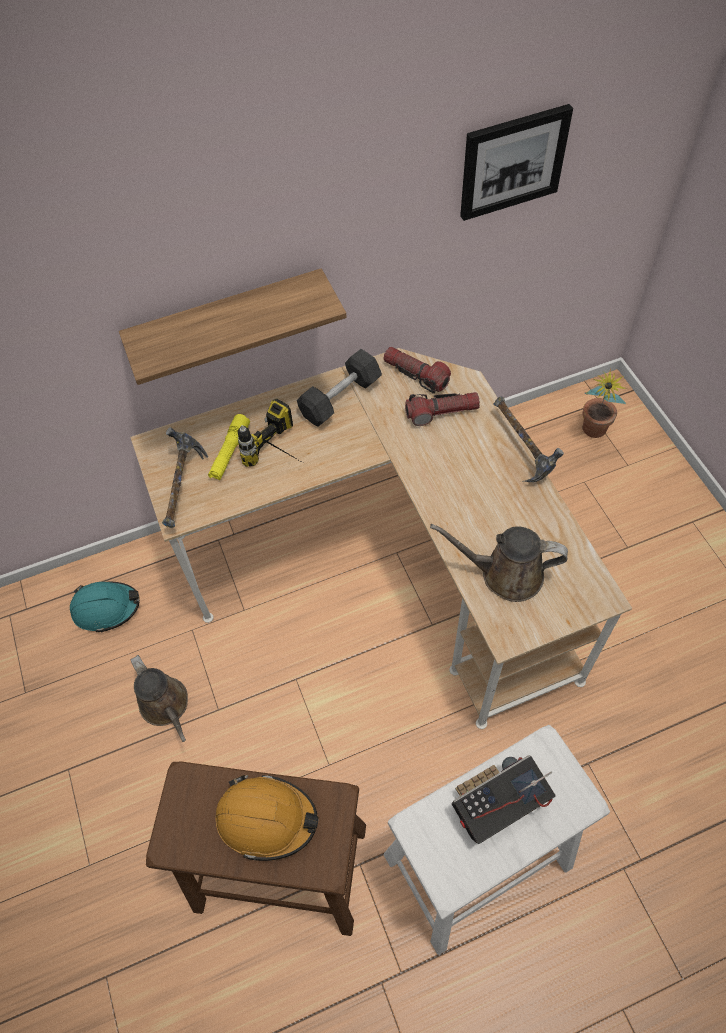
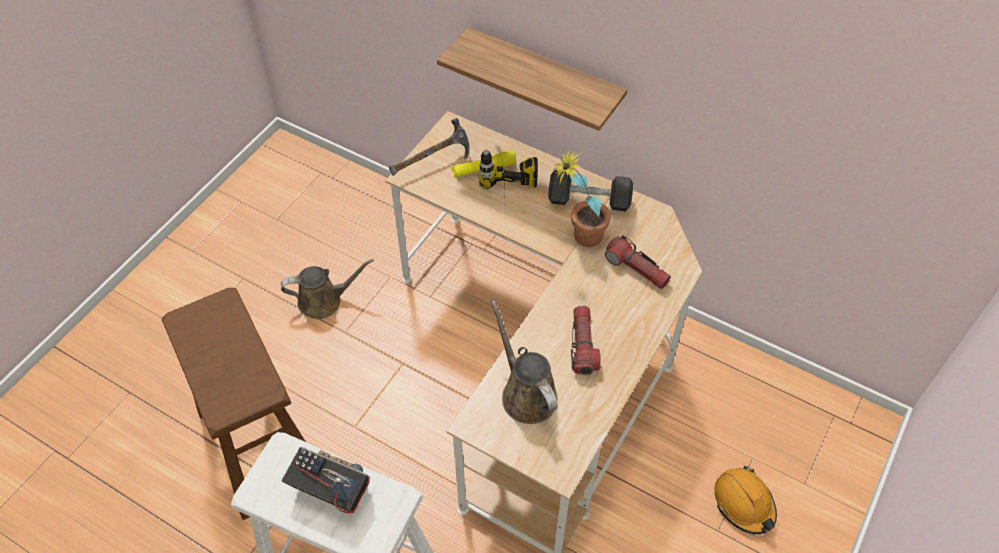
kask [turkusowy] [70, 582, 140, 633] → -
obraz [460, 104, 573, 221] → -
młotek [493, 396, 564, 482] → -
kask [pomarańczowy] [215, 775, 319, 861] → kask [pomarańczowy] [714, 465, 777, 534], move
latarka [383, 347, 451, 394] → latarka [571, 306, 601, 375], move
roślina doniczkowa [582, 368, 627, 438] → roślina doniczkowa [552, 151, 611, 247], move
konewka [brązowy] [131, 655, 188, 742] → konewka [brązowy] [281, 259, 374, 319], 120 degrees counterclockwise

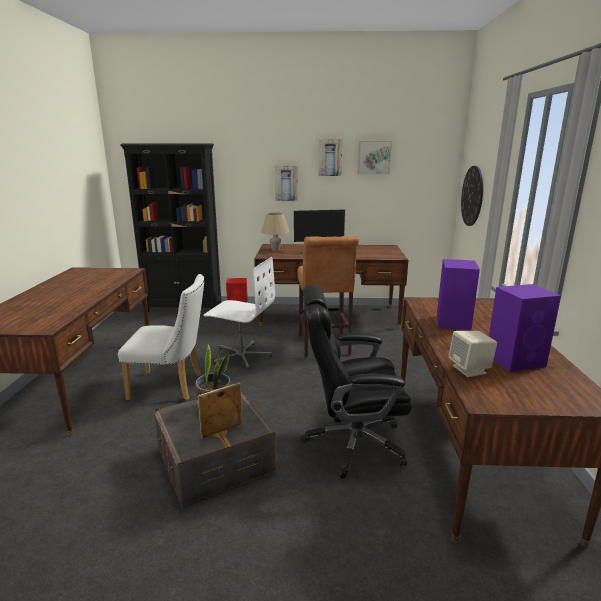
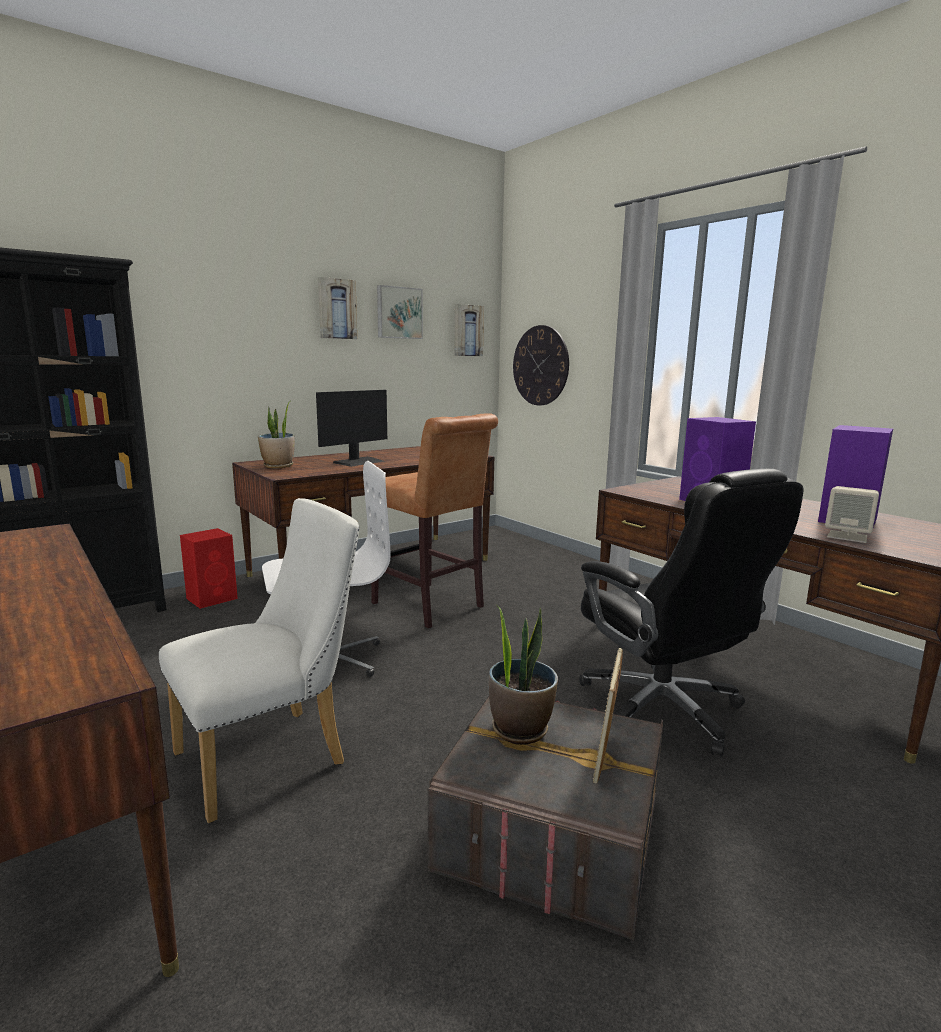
obraz [275, 166, 298, 201] → obraz [455, 304, 484, 356], move
lampa stołowa [beżowy] [261, 212, 290, 251] → roślina doniczkowa [258, 402, 295, 468]
krzesło biurowe [czarny] [301, 285, 412, 479] → krzesło biurowe [czarny] [579, 469, 803, 757], 75 degrees counterclockwise

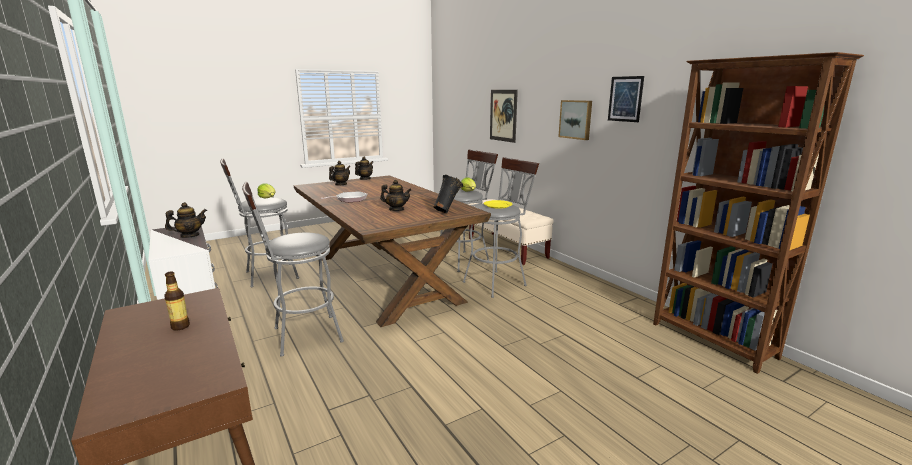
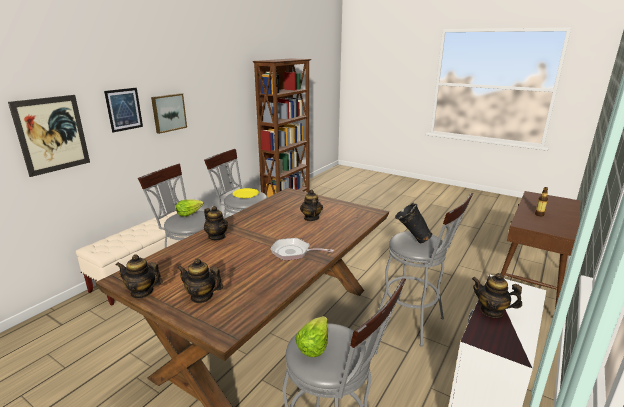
- → imbryk [204, 206, 228, 240]
wazon [czarny] [433, 175, 464, 213] → wazon [czarny] [395, 203, 432, 244], move
obraz [608, 76, 644, 122] → obraz [104, 88, 143, 133], move

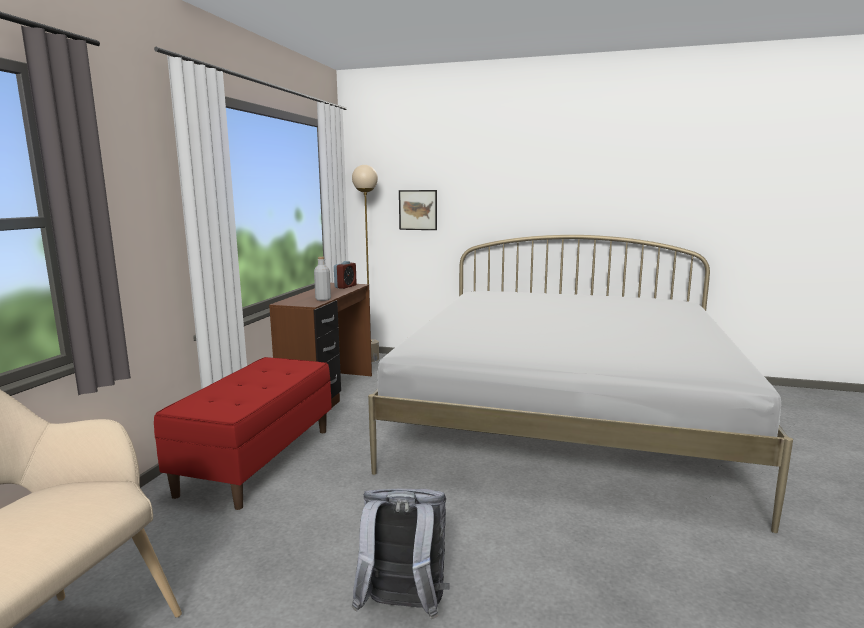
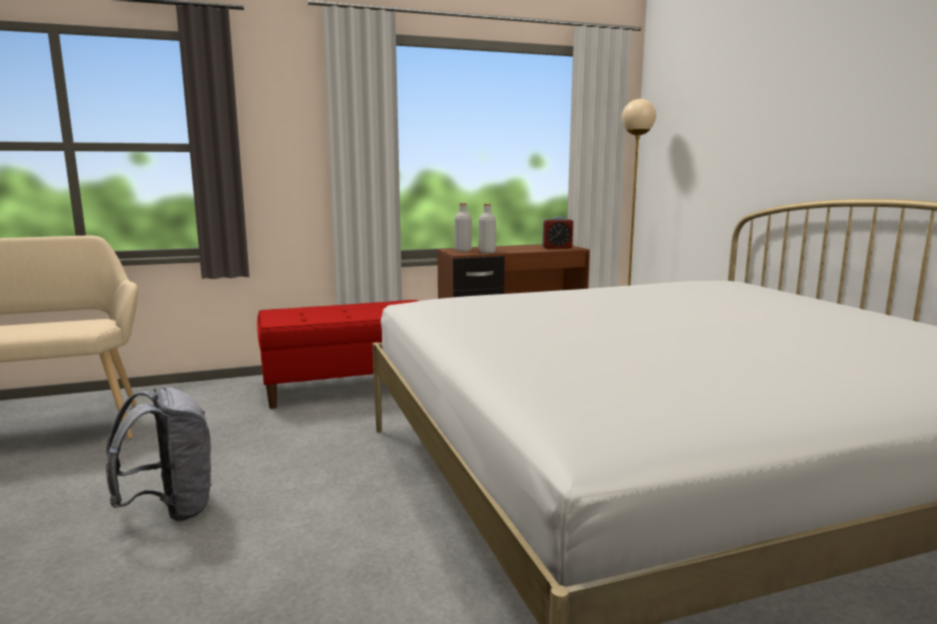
obraz [399, 190, 437, 230] → -
- → butelka [szary] [454, 203, 472, 252]

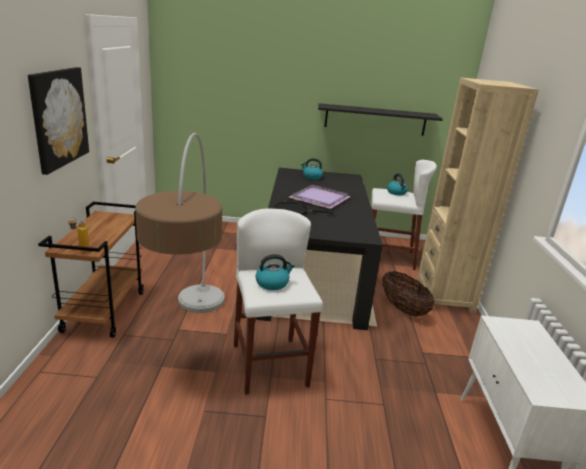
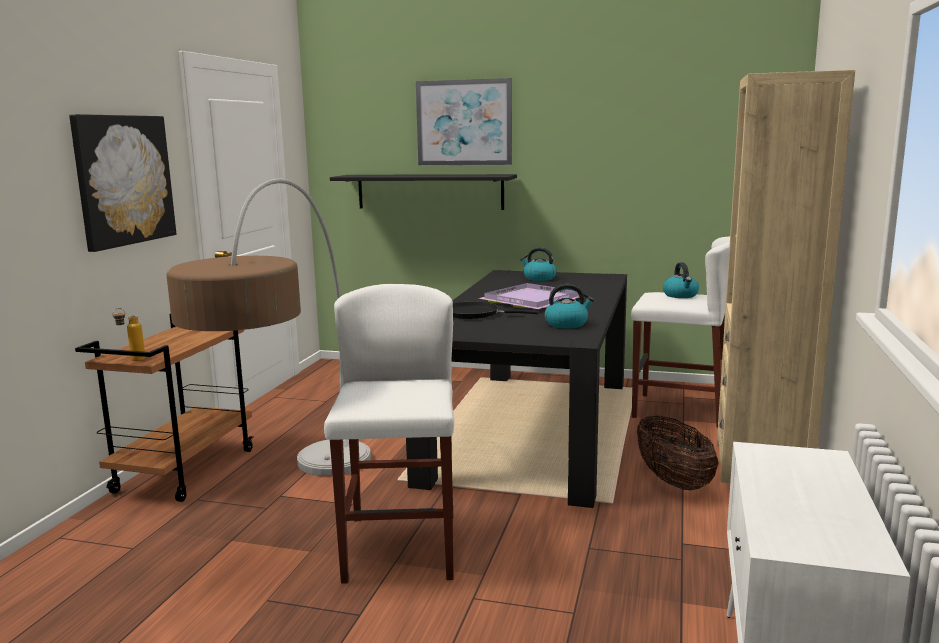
- → obraz [416, 78, 512, 165]
czajnik [256, 254, 295, 290] → czajnik [545, 284, 594, 328], move
półka [czarny] [318, 103, 443, 136] → półka [czarny] [330, 174, 517, 210], move

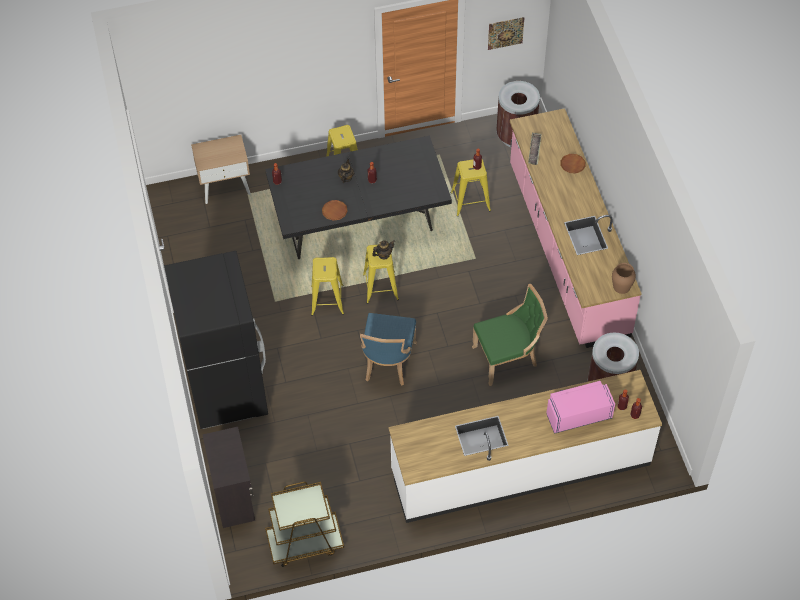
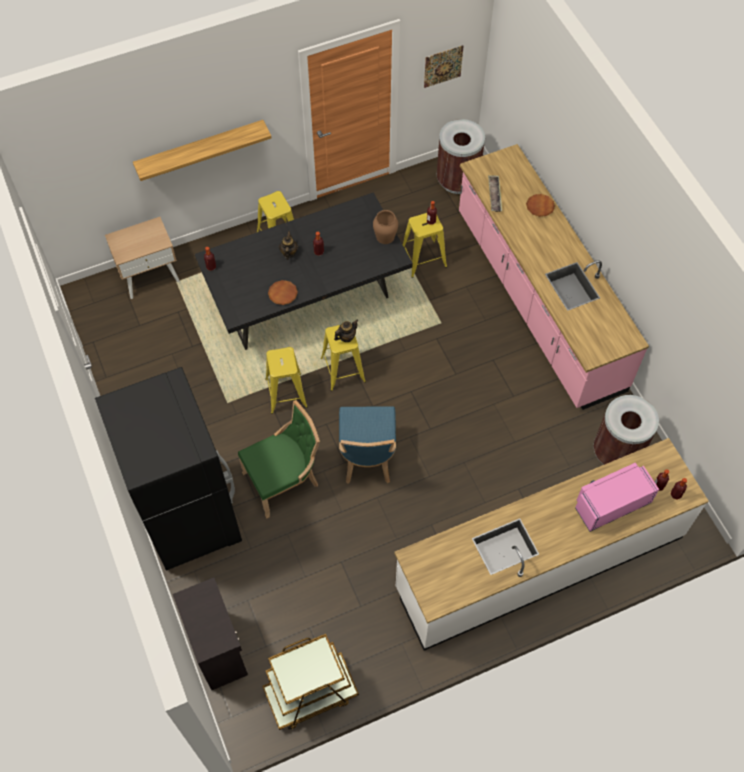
- → półka [133, 120, 271, 181]
krzesło [zielony] [472, 284, 548, 386] → krzesło [zielony] [238, 400, 320, 518], move
wazon [brązowy] [612, 263, 636, 294] → wazon [brązowy] [373, 210, 398, 244], move

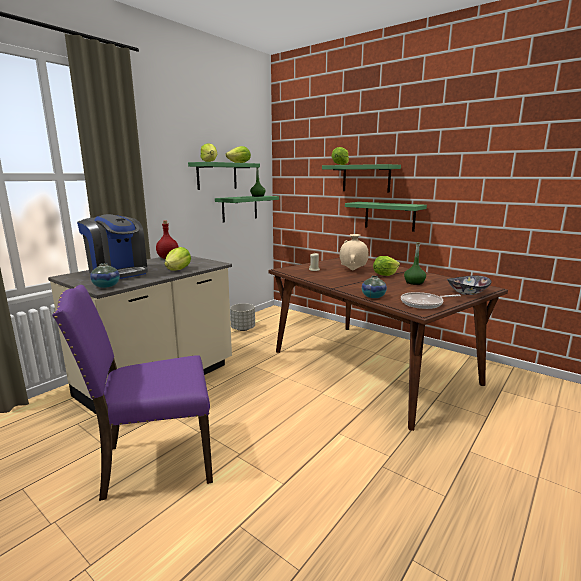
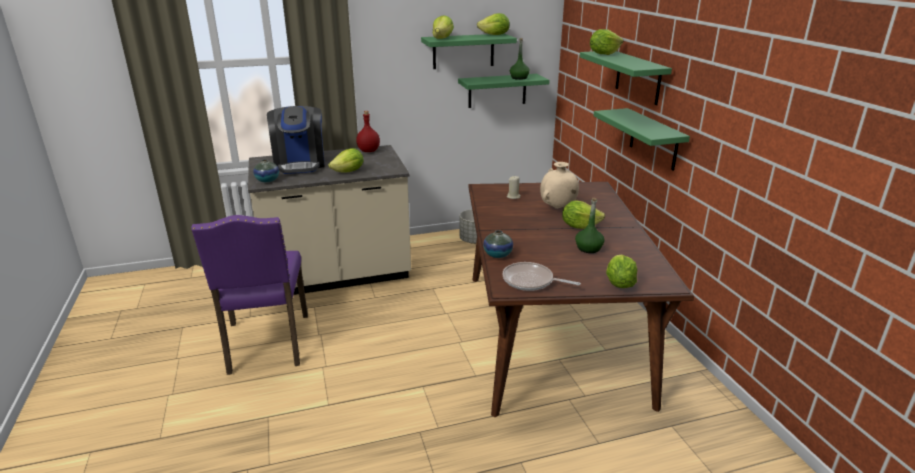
miska [447, 276, 492, 295] → sałata [606, 255, 637, 288]
krzesło [fioletowy] [52, 285, 213, 501] → krzesło [fioletowy] [191, 215, 308, 375], 120 degrees counterclockwise

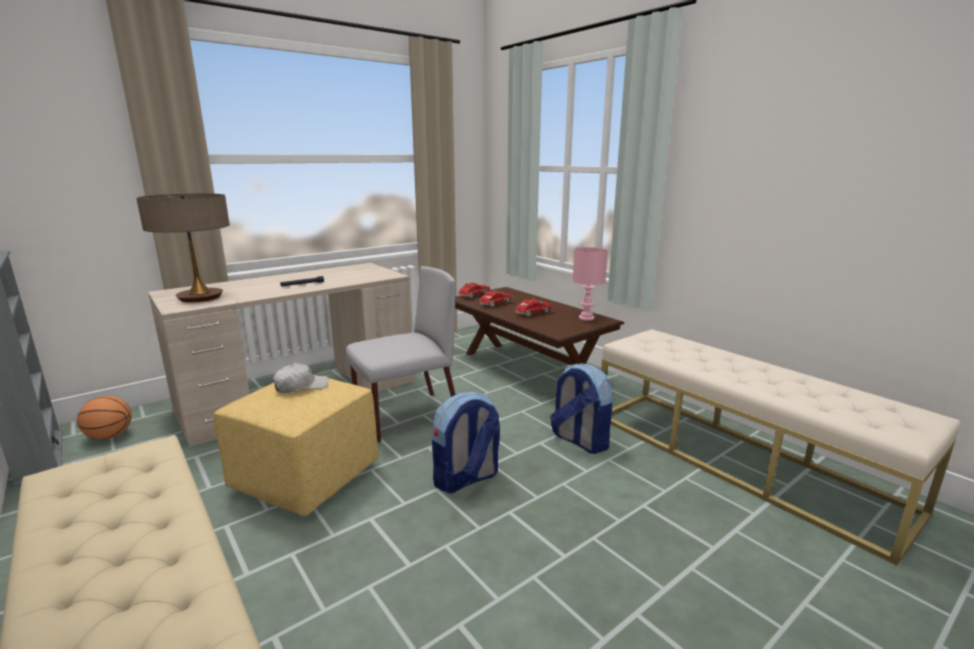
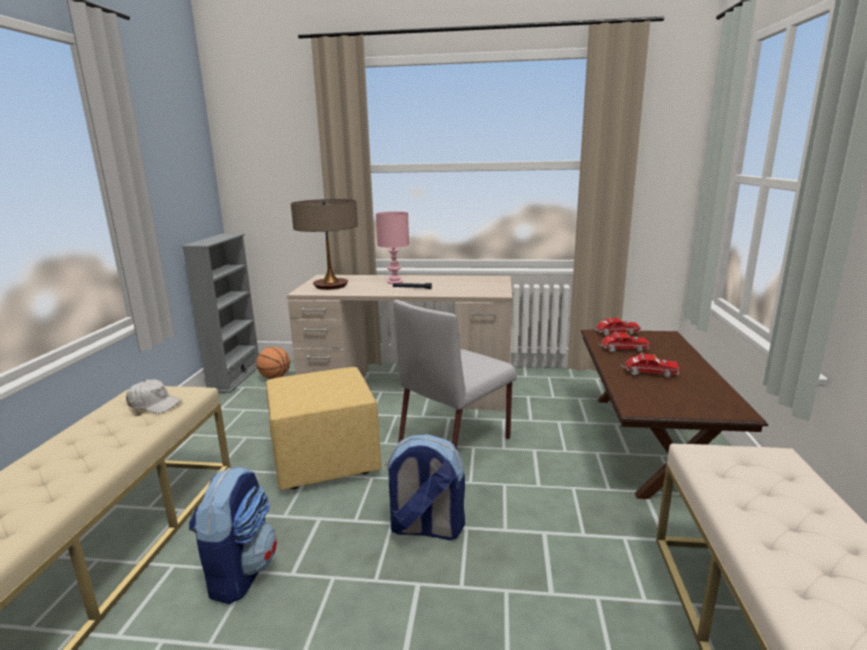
czapka z daszkiem [biały] [273, 363, 328, 393] → czapka z daszkiem [biały] [126, 380, 182, 413], move
plecak [550, 363, 612, 454] → plecak [189, 467, 277, 604], move
lampa stołowa [różowy] [573, 247, 608, 321] → lampa stołowa [różowy] [376, 211, 409, 284], move
krzesło [szary] [345, 266, 456, 443] → krzesło [szary] [393, 300, 517, 449], 120 degrees clockwise

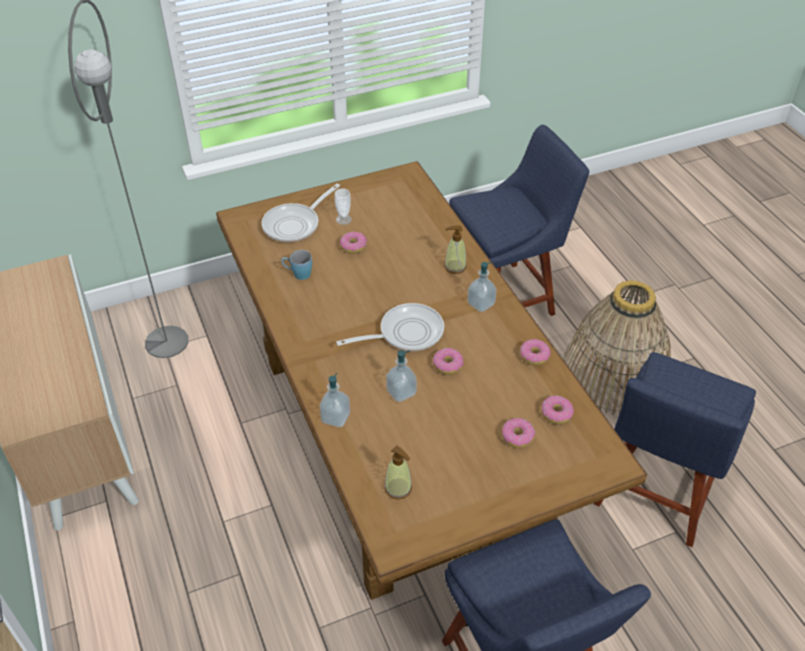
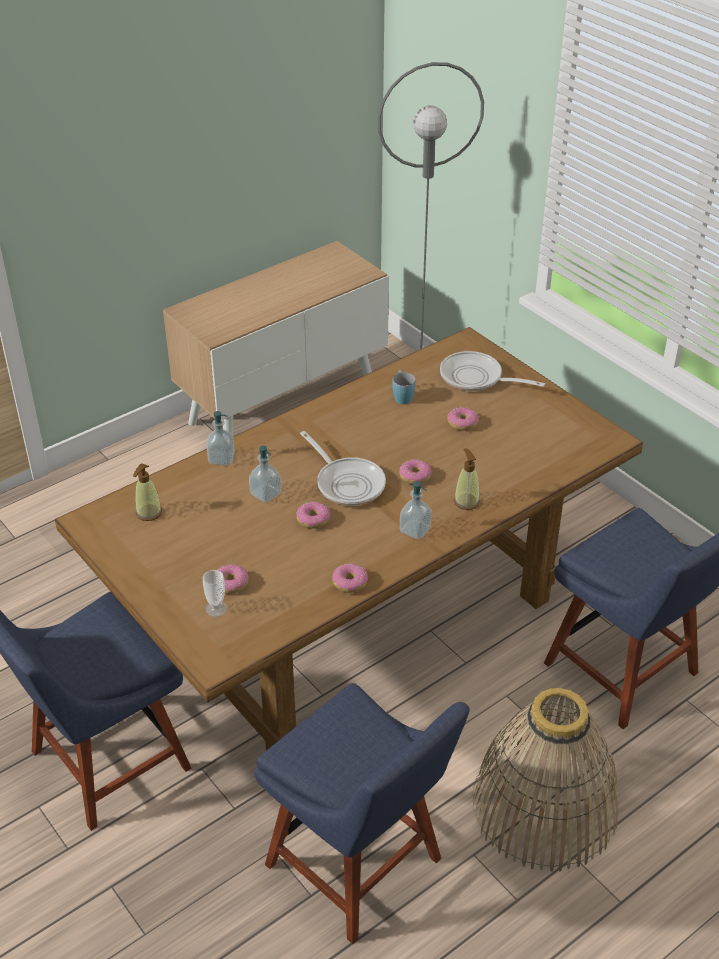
filiżanka [335, 189, 352, 225] → filiżanka [203, 570, 228, 617], move
donut [541, 395, 574, 424] → donut [399, 459, 432, 484], move
krzesło [niebieski] [594, 352, 756, 547] → krzesło [niebieski] [254, 683, 470, 944], 150 degrees counterclockwise

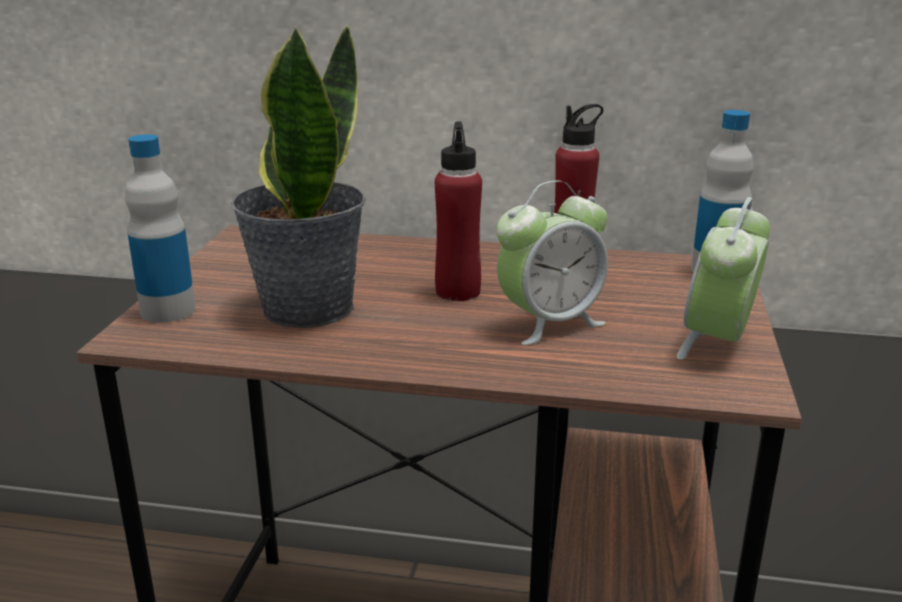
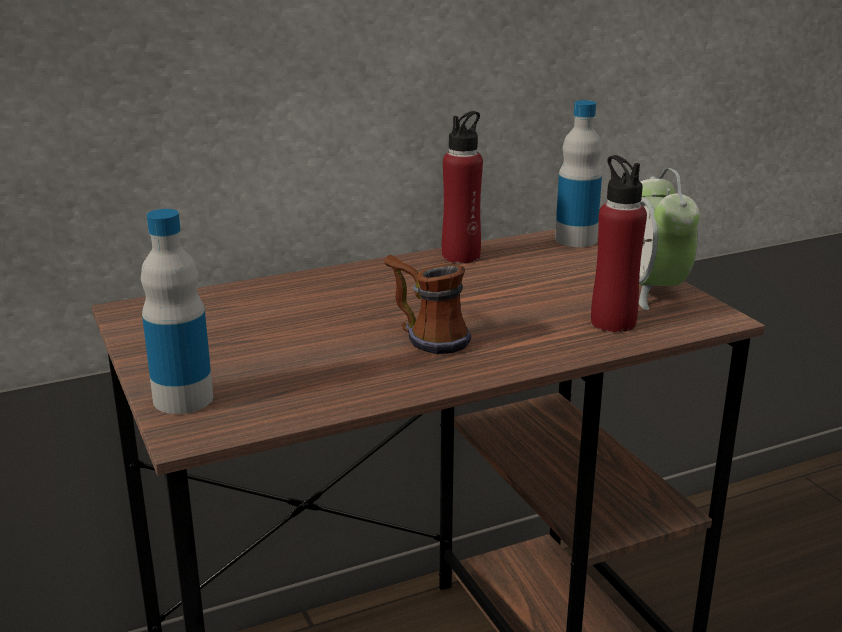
roślina doniczkowa [231, 24, 366, 328] → -
budzik [496, 181, 608, 345] → -
- → kubek [384, 255, 471, 354]
butelka [czerwony] [435, 121, 482, 301] → butelka [czerwony] [591, 155, 647, 332], move

